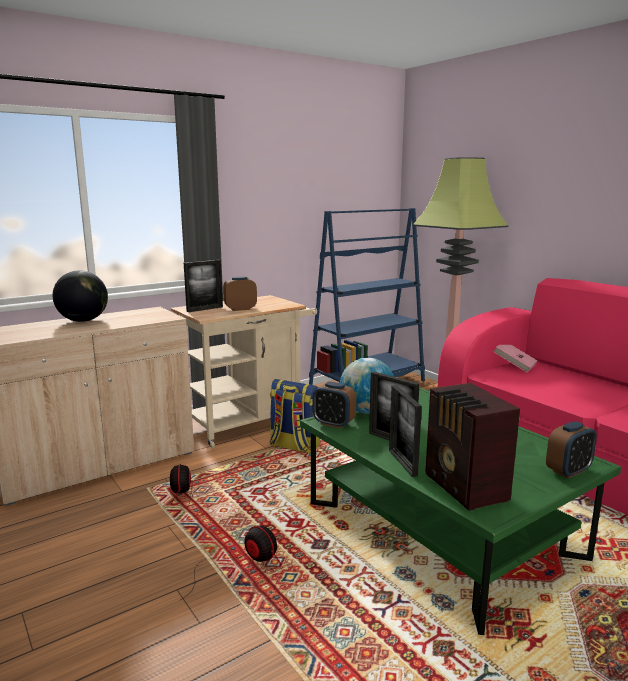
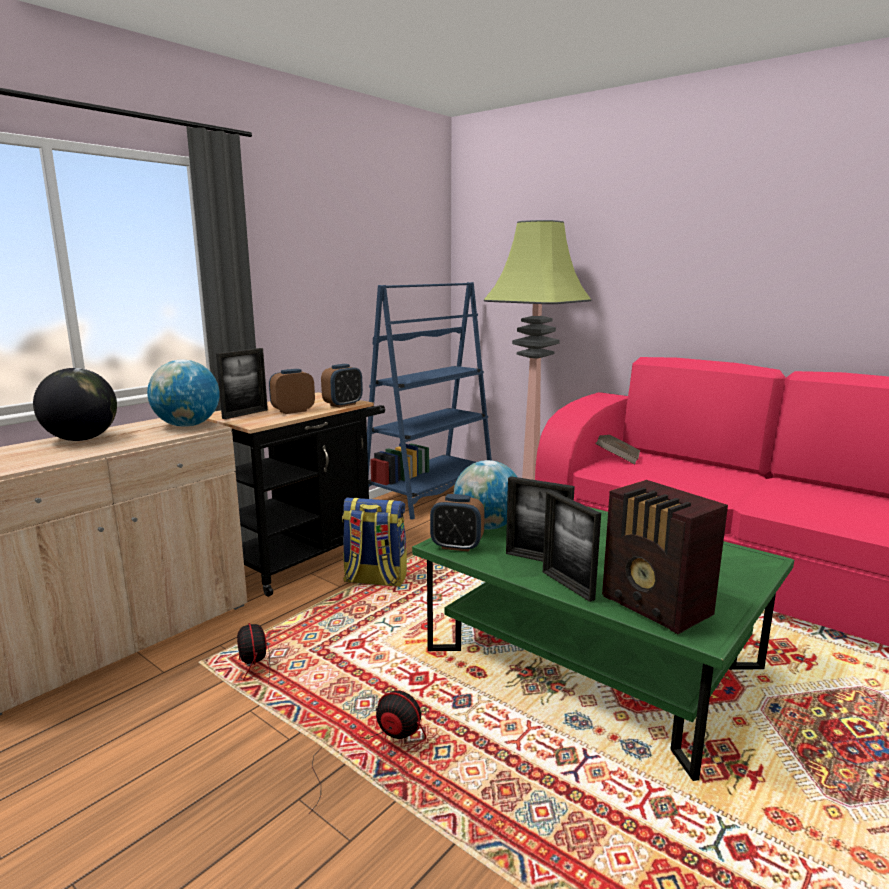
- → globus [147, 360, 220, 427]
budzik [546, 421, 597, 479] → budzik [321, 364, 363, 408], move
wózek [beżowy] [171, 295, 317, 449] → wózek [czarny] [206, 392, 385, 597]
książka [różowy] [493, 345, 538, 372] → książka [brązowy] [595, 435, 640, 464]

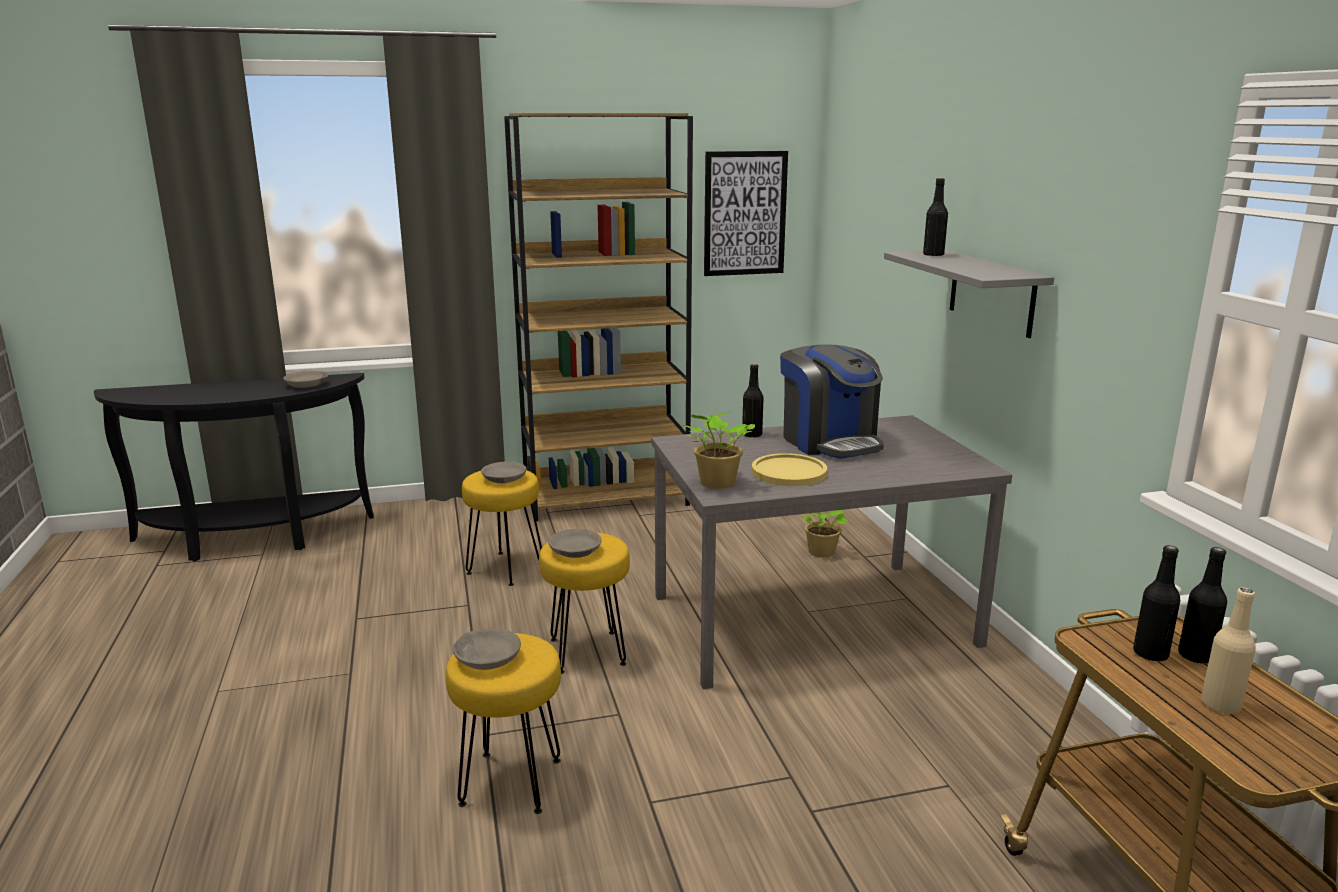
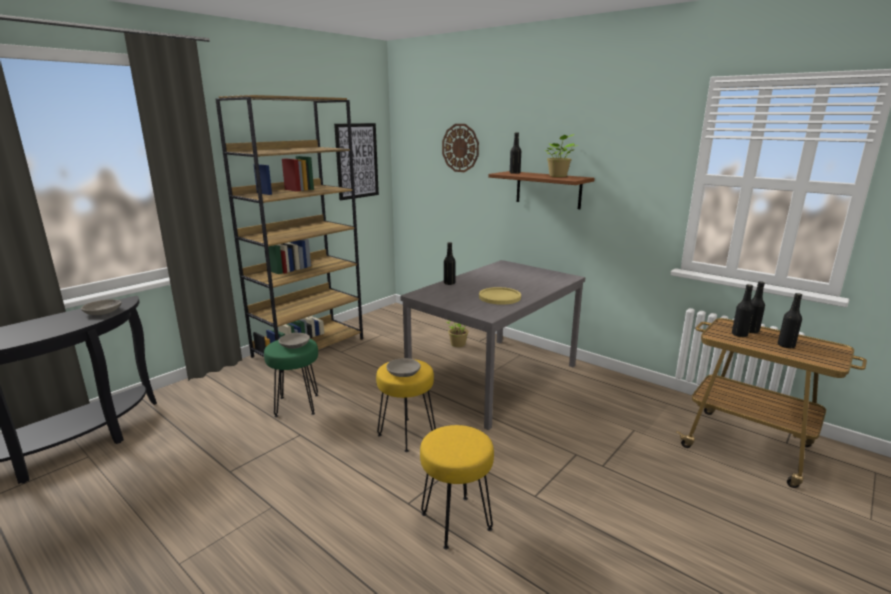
miska [szary] [453, 628, 521, 670] → -
ekspres do kawy [780, 345, 884, 459] → -
- → zegar ścienny [442, 124, 479, 172]
roślina doniczkowa [682, 412, 755, 489] → roślina doniczkowa [544, 134, 578, 177], move
stołek [żółty] [462, 470, 542, 586] → stołek [zielony] [264, 339, 318, 417]
półka [szary] [884, 250, 1054, 338] → półka [brązowy] [488, 171, 595, 209]
butelka [beżowy] [1201, 588, 1256, 714] → butelka [czarny] [778, 293, 802, 349]

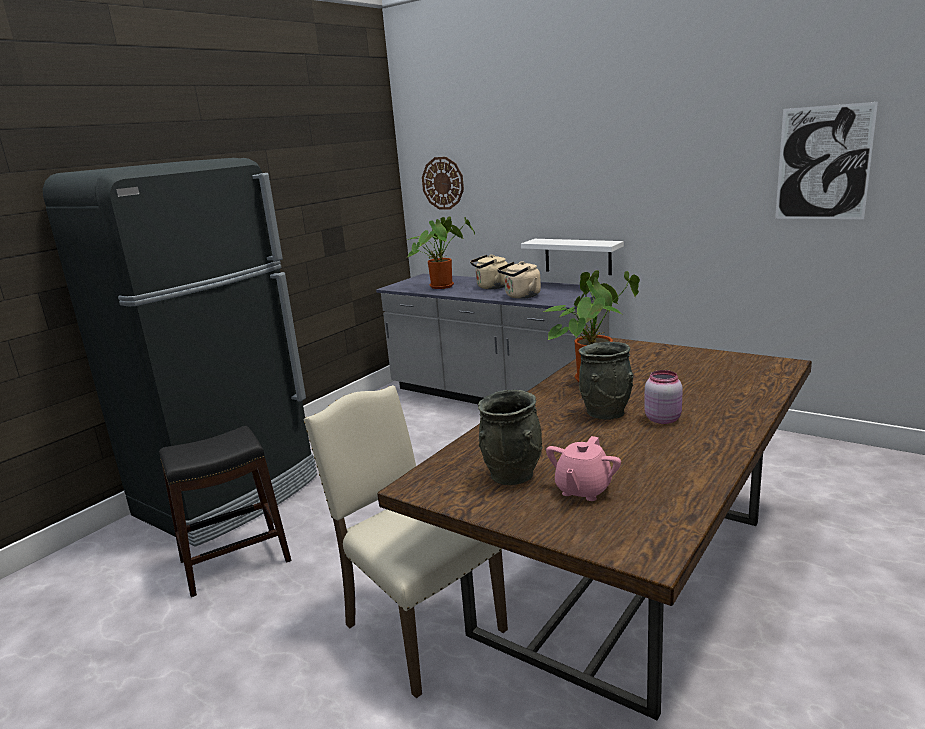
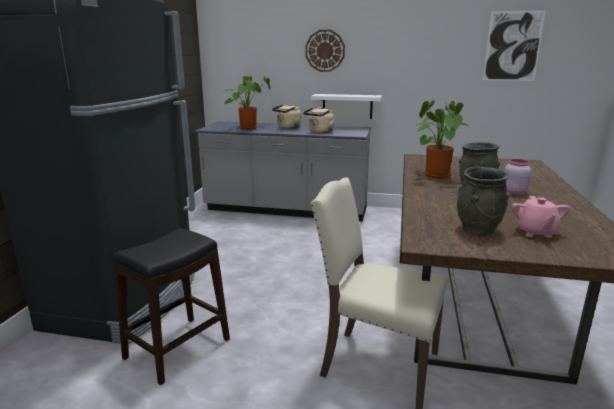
zegar ścienny [422, 157, 464, 209] → zegar ścienny [305, 30, 345, 72], move

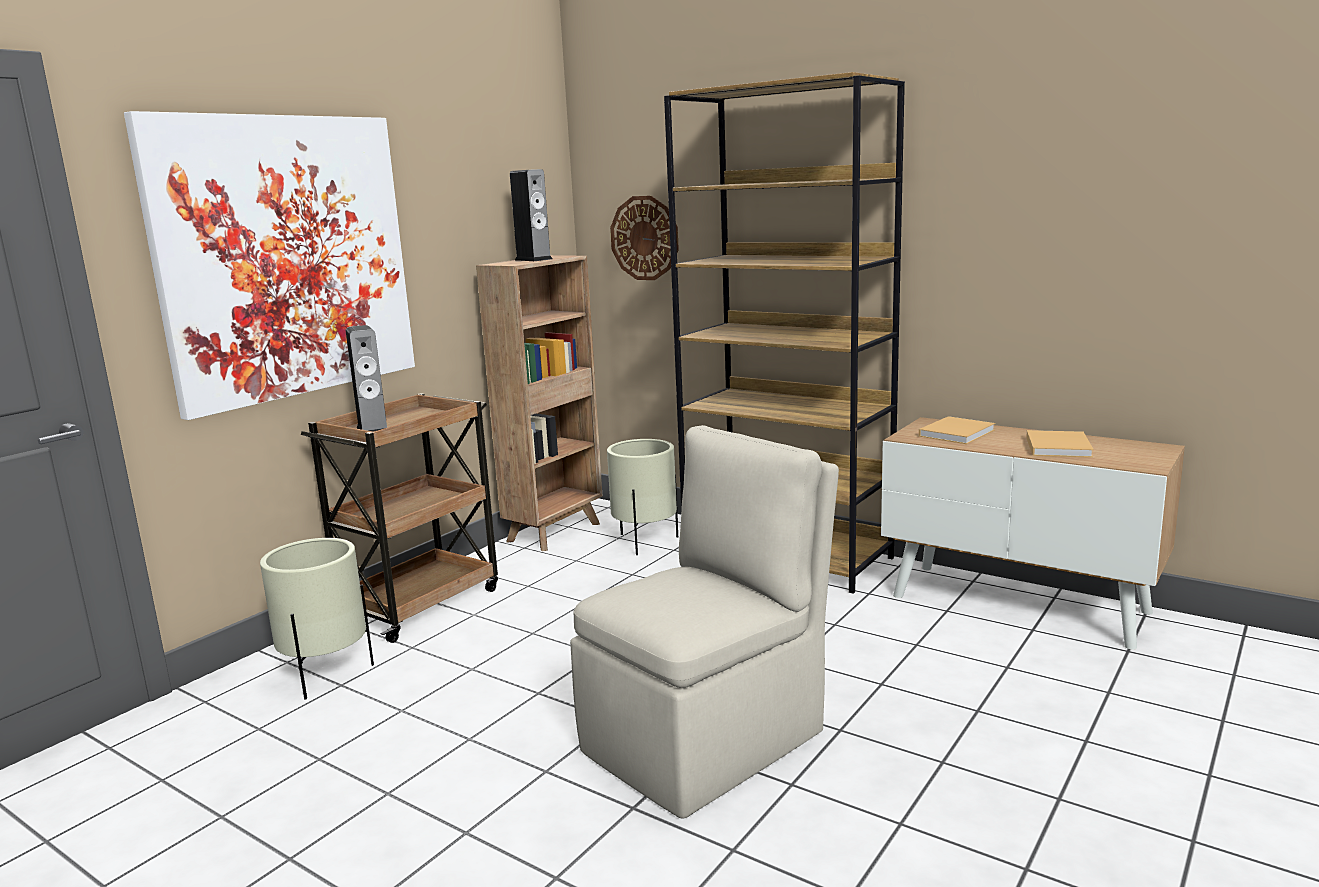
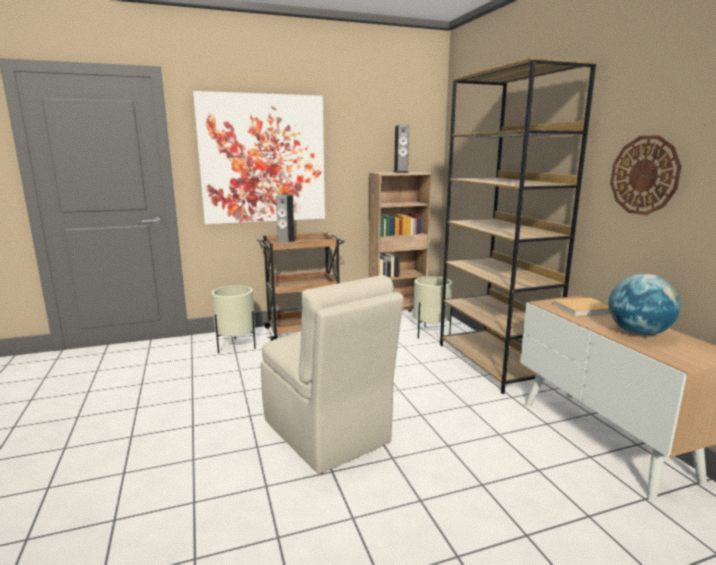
zegar ścienny [610, 196, 679, 280] → zegar ścienny [610, 135, 682, 215], move
książka [beżowy] [1026, 430, 1094, 458] → globus [608, 274, 681, 336]
krzesło [beżowy] [570, 425, 839, 819] → krzesło [beżowy] [261, 275, 404, 474], 60 degrees clockwise

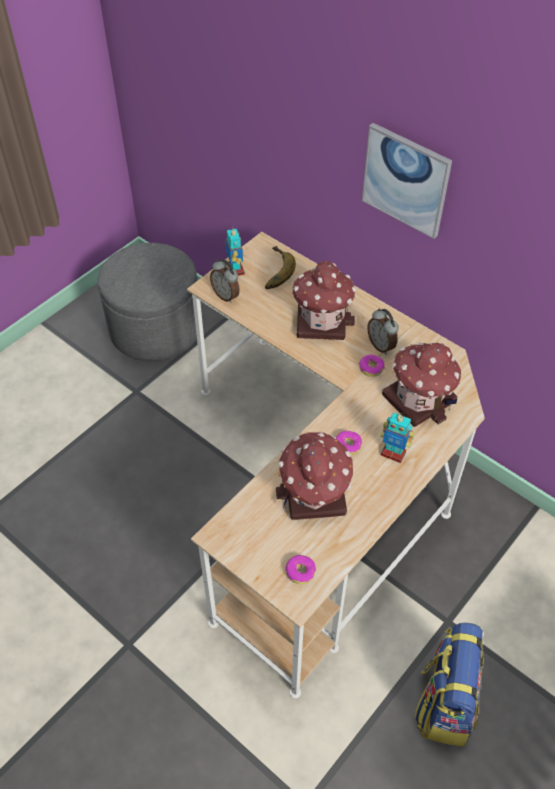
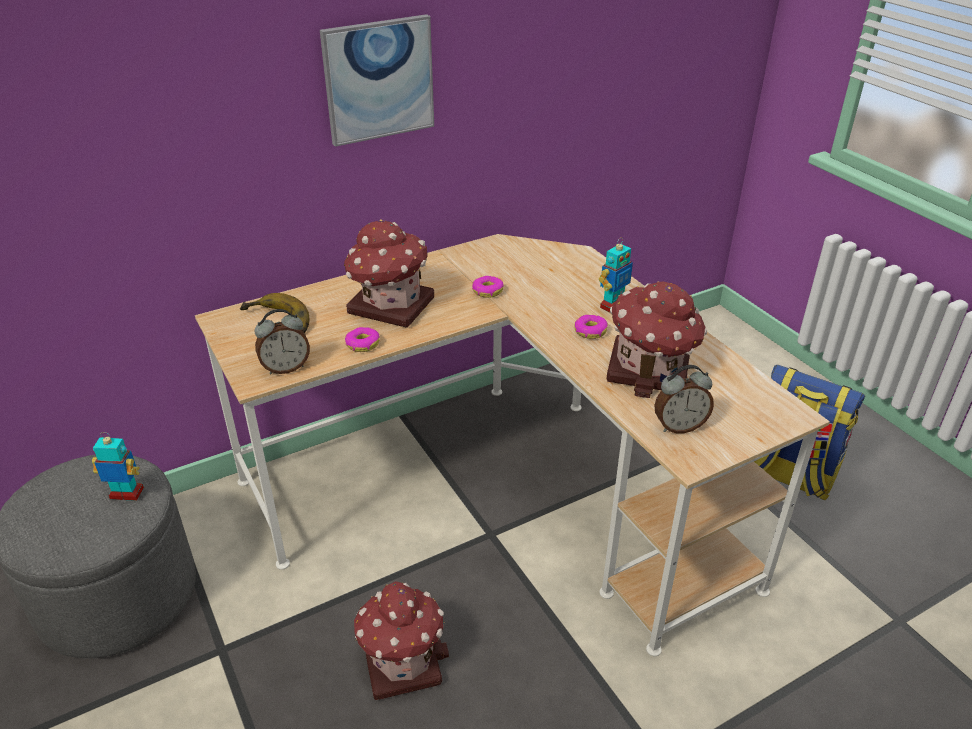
robot zabawkowy [225, 226, 245, 276] → robot zabawkowy [92, 432, 144, 501], move
donut [285, 555, 316, 584] → donut [345, 327, 380, 352], move
budzik [367, 309, 399, 354] → budzik [654, 365, 714, 433], move
domek [382, 342, 461, 427] → domek [354, 581, 449, 700], move

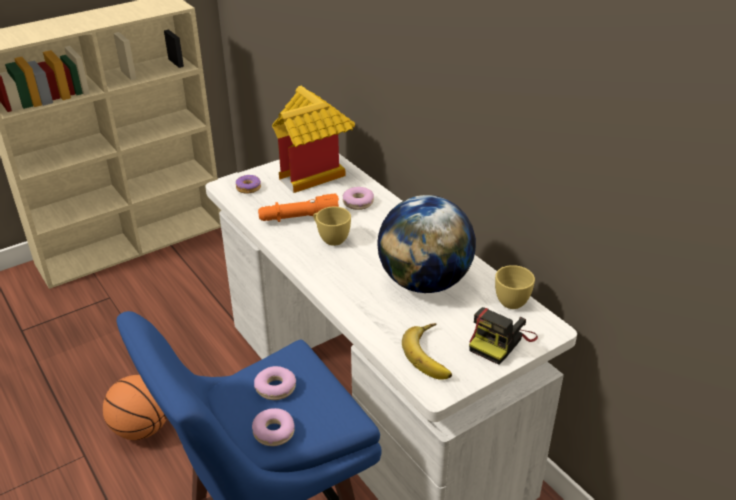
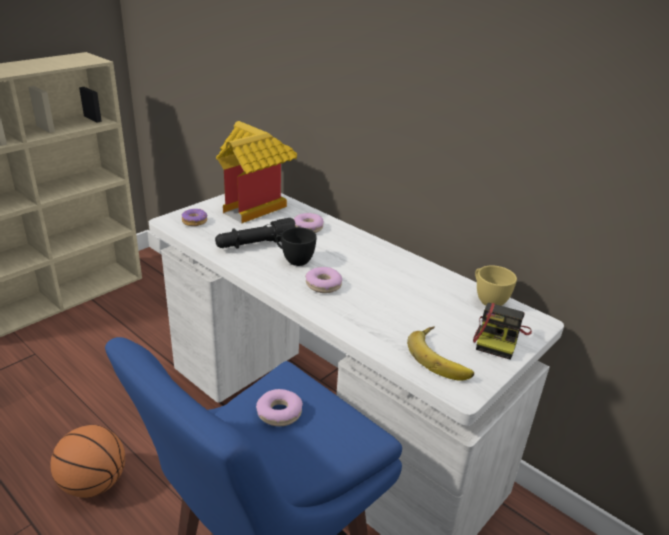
globus [377, 195, 476, 293] → -
donut [252, 408, 295, 446] → donut [305, 267, 342, 293], move
latarka [pomarańczowy] [258, 193, 339, 222] → latarka [czarny] [215, 218, 295, 249]
filiżanka [żółty] [313, 207, 351, 246] → filiżanka [czarny] [275, 227, 317, 266]

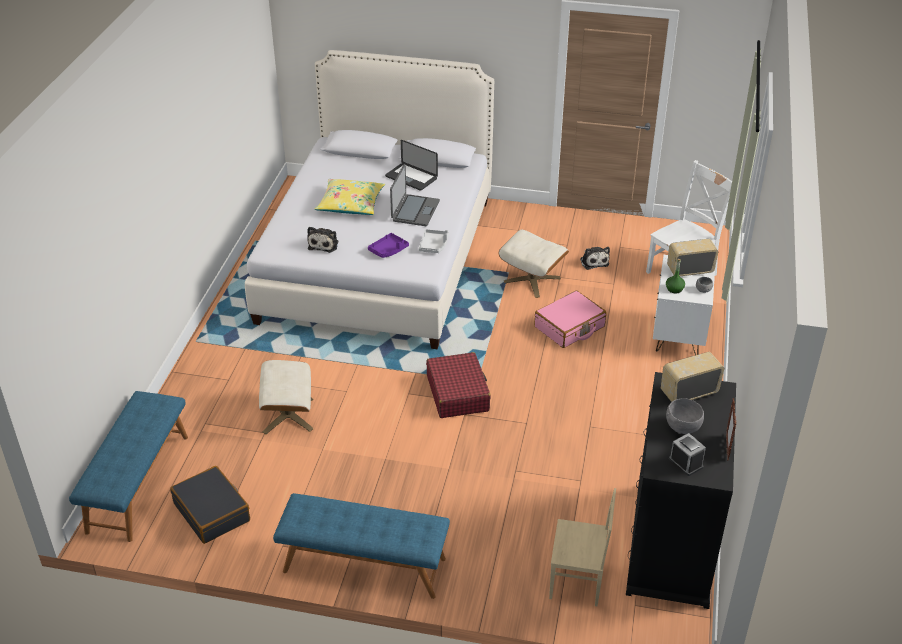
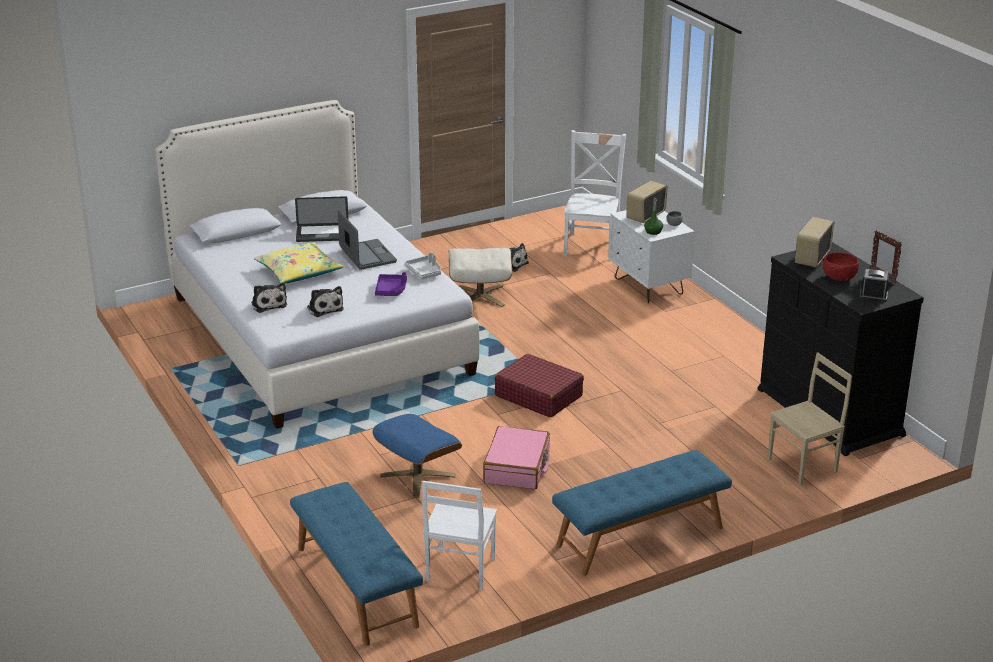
- → pluszak [251, 283, 287, 313]
walizka [różowy] [534, 291, 606, 348] → walizka [różowy] [483, 426, 550, 490], move
walizka [czarny] [170, 466, 250, 544] → krzesło [biały] [422, 481, 497, 590]
pufa [beżowy] [259, 360, 314, 434] → pufa [niebieski] [373, 414, 462, 498]
miska [szary] [666, 398, 704, 434] → miska [czerwony] [823, 252, 859, 281]

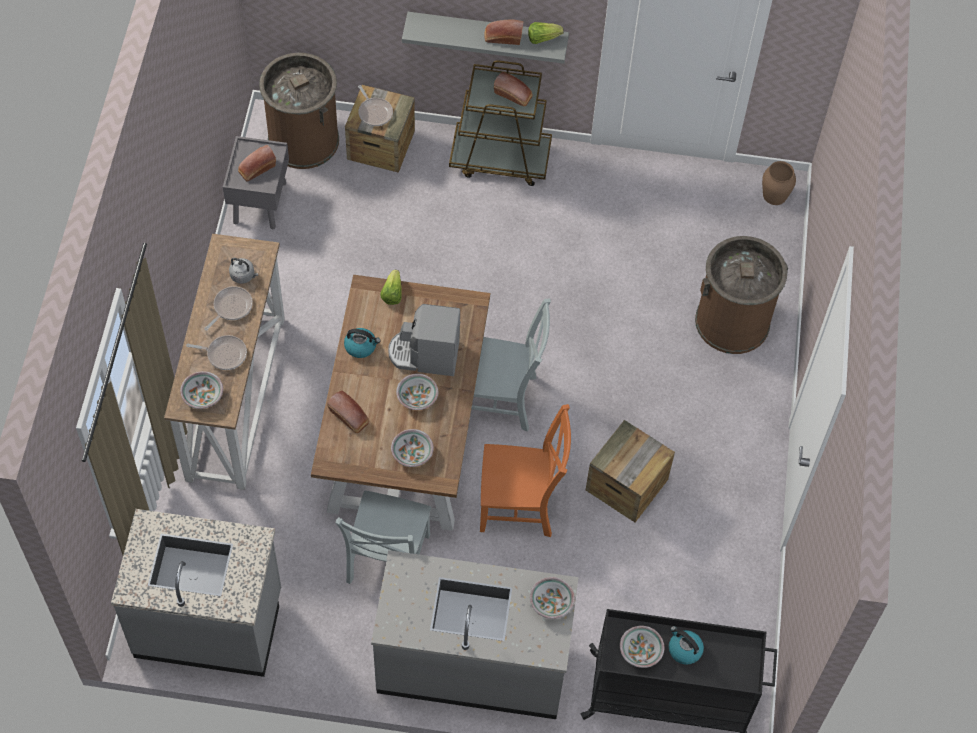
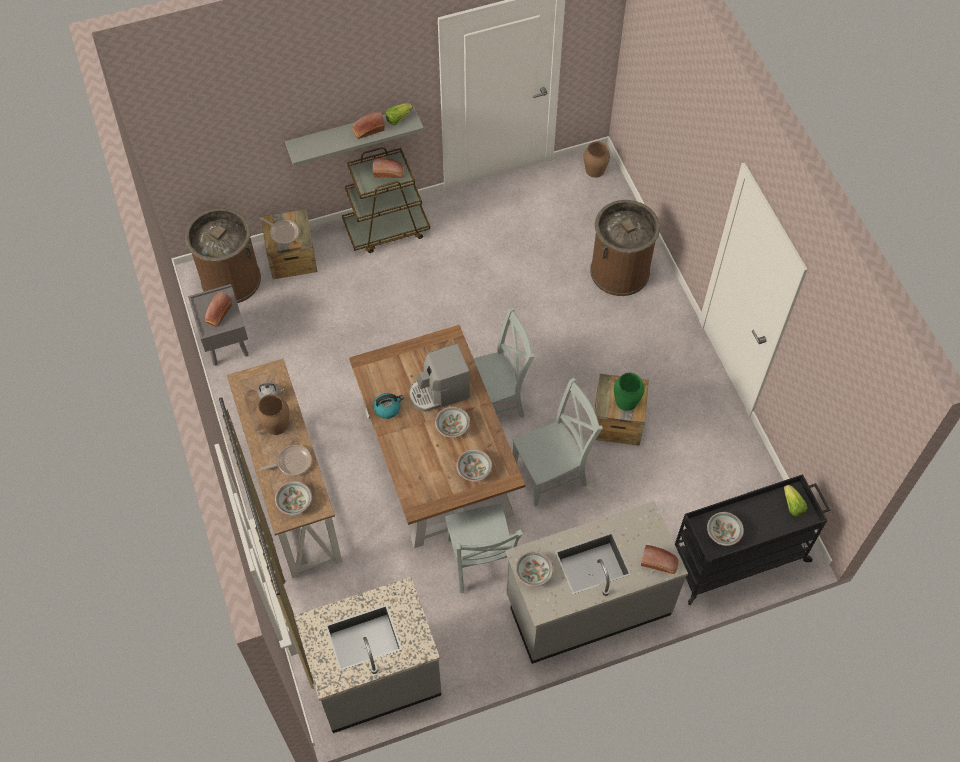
czajnik [669, 626, 704, 665] → -
- → wazon [zielony] [614, 373, 644, 411]
chleb [327, 391, 369, 433] → chleb [641, 545, 679, 574], move
sałata [380, 270, 402, 305] → sałata [784, 485, 807, 516], move
miska [530, 577, 575, 619] → miska [515, 551, 553, 587], move
patelnia [204, 286, 253, 330] → wazon [brązowy] [256, 394, 289, 435]
krzesło [pomarańczowy] [480, 404, 571, 537] → krzesło [szary] [512, 378, 603, 506]

